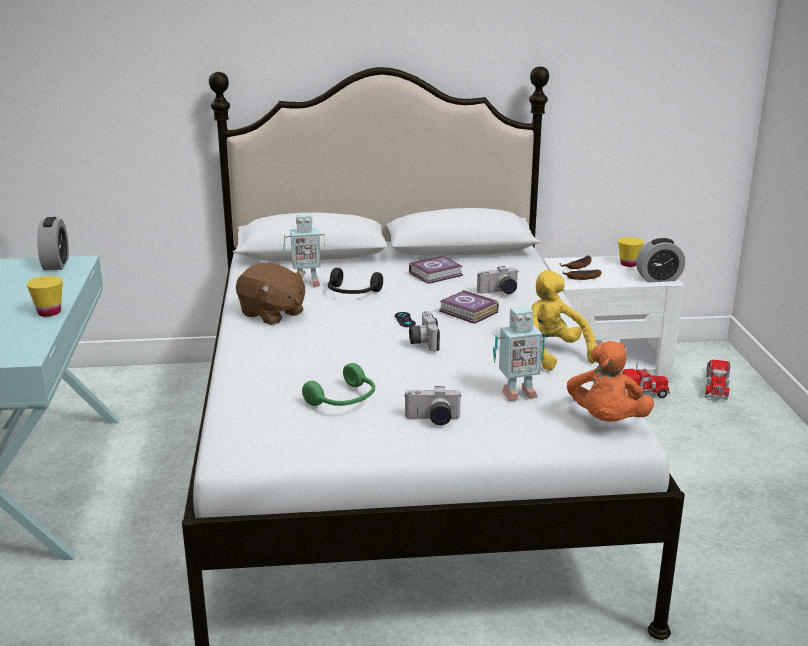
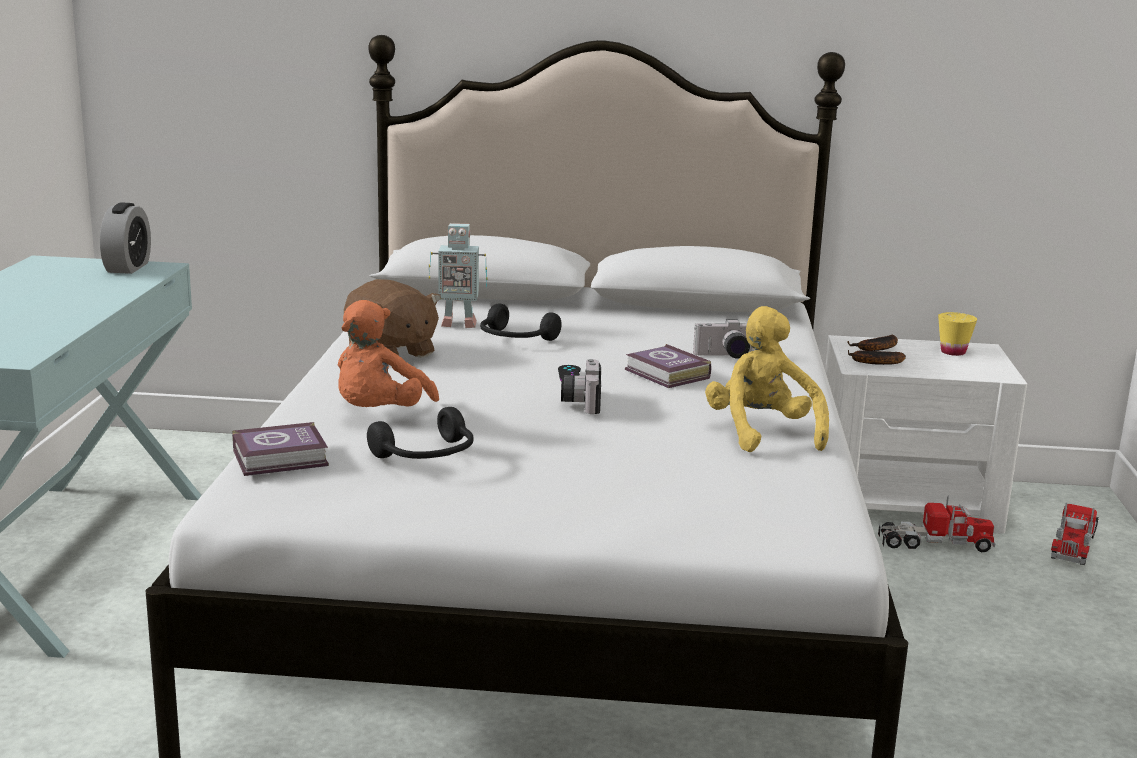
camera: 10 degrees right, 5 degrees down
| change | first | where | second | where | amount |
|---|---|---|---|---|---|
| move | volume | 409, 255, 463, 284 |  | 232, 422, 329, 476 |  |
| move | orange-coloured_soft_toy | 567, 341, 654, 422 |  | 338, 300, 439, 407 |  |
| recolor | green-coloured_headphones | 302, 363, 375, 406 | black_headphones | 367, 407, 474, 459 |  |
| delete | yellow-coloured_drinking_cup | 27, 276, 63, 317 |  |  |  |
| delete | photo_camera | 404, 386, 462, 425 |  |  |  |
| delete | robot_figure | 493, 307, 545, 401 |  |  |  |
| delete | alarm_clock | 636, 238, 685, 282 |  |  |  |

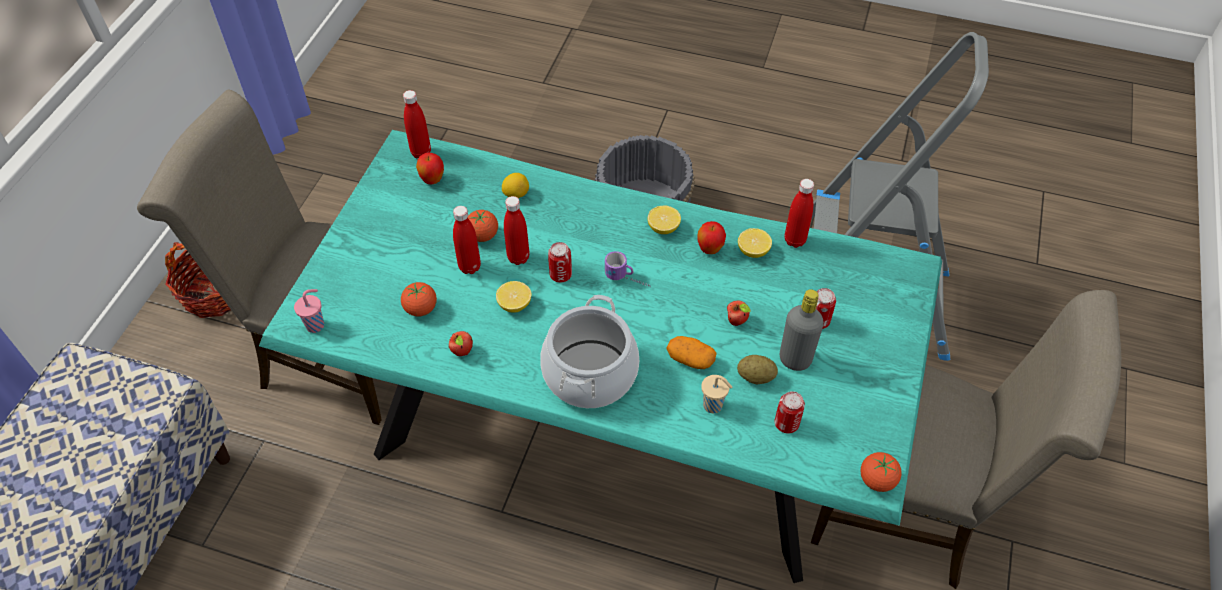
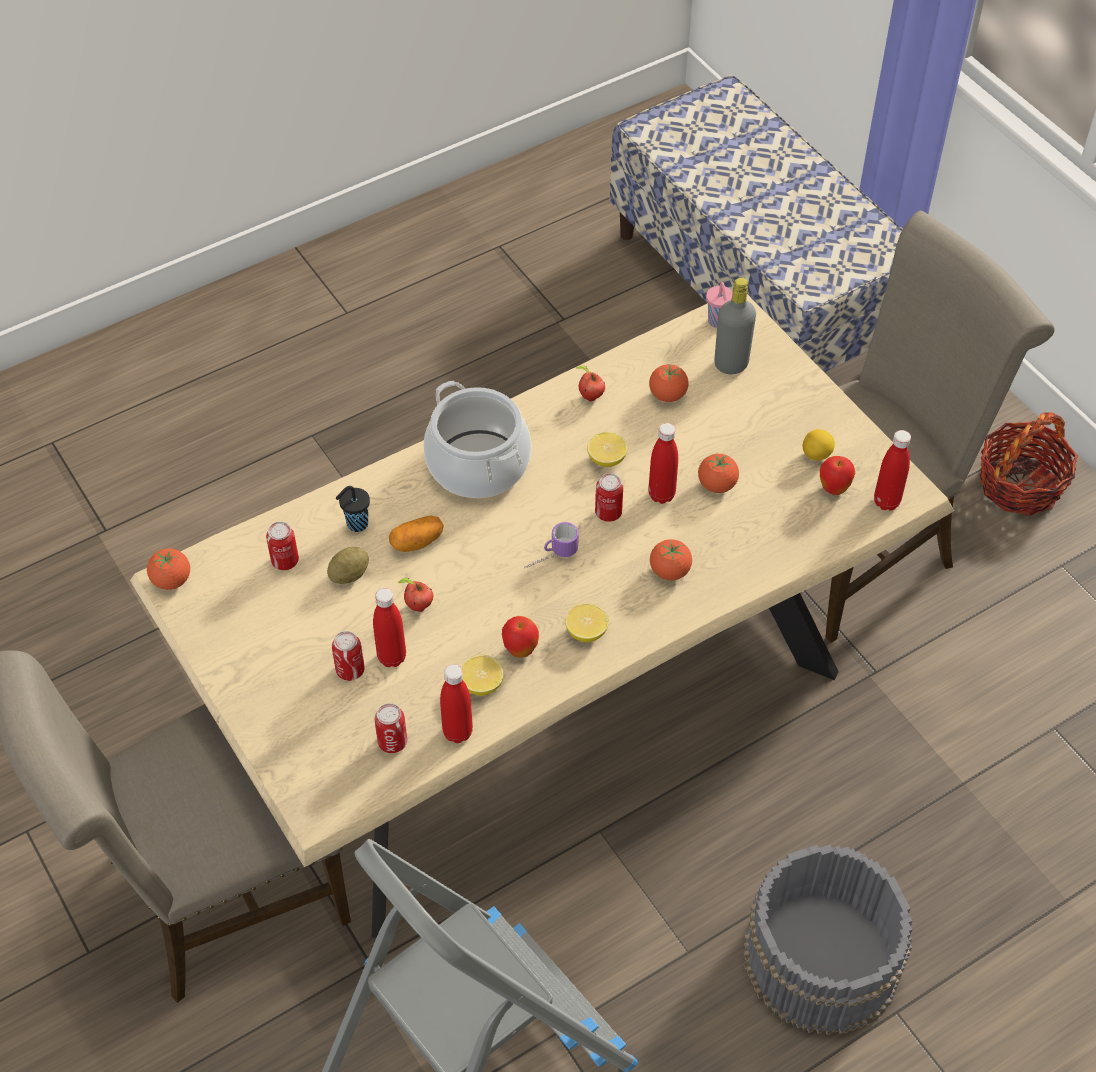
camera: 130 degrees right, 0 degrees up
| change | first | where | second | where | amount |
|---|---|---|---|---|---|
| recolor | turquoise-coloured_dining_table | 259, 130, 942, 583 | beige_dining_table | 130, 294, 954, 938 |  |
| recolor | beige_drinking_cup | 701, 375, 732, 413 | black_drinking_cup | 336, 486, 370, 532 |  |
| move | red-coloured_drink_bottle | 453, 206, 481, 274 |  | 373, 588, 406, 667 |  |
| insert |  |  | sealed_can | 375, 703, 407, 753 |  |
| insert |  |  | fresh_tomato | 650, 539, 692, 581 |  |
| move | grey_drink_bottle | 780, 289, 824, 371 |  | 714, 278, 756, 374 |  |
| move | citrus_fruit | 502, 173, 529, 198 |  | 803, 429, 835, 460 |  |

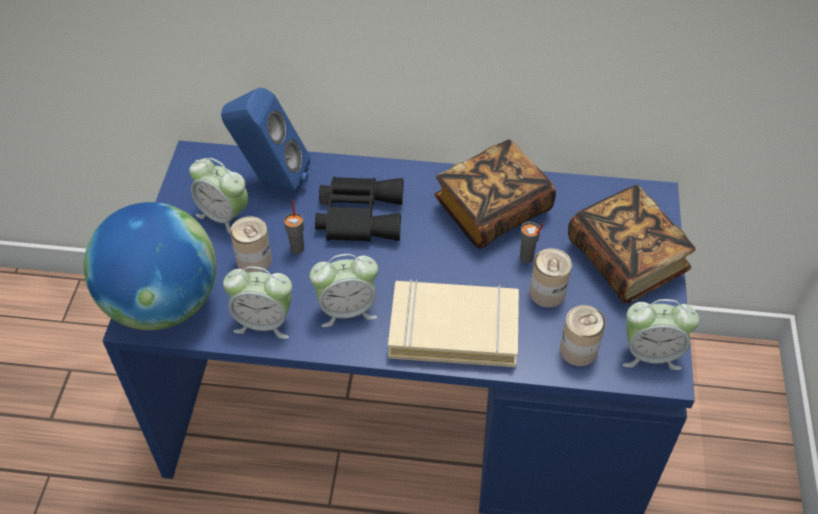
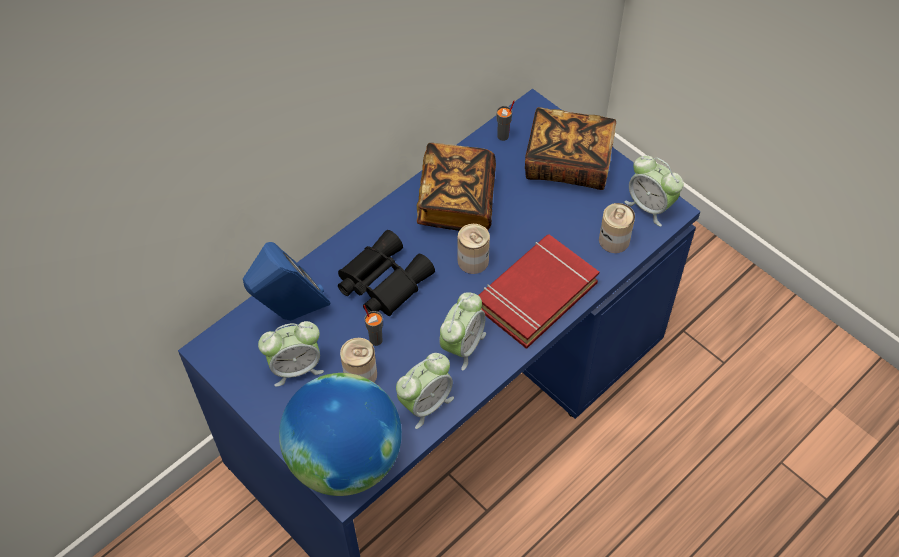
camera: 50 degrees left, 5 degrees up
| change | first | where | second | where | amount |
|---|---|---|---|---|---|
| move | sealed_can | 529, 248, 572, 308 |  | 458, 224, 490, 274 |  |
| recolor | beige_volume | 388, 279, 519, 367 | red-coloured_volume | 478, 235, 599, 349 |  |
| move | grey_drinking_cup | 520, 222, 544, 263 |  | 496, 101, 515, 141 |  |
| rotate | alarm_clock | 623, 299, 699, 370 |  | 624, 156, 684, 226 | 90 degrees clockwise |

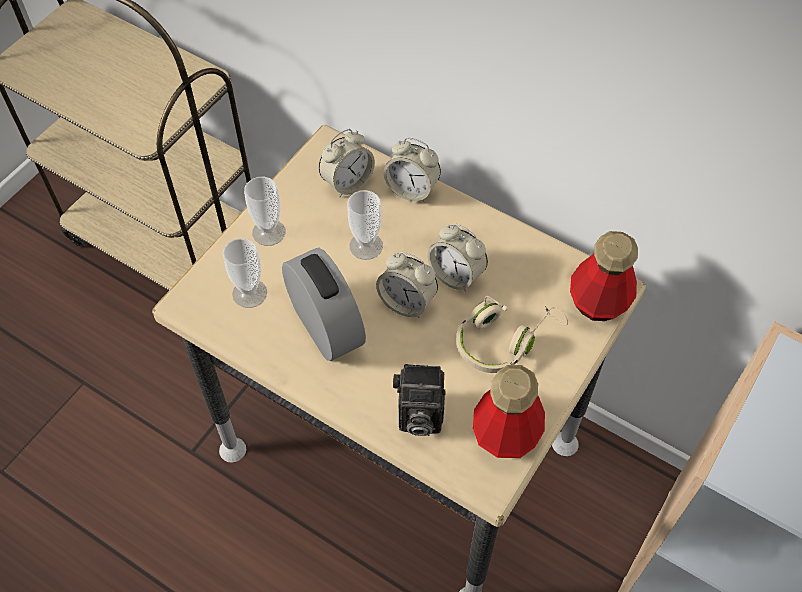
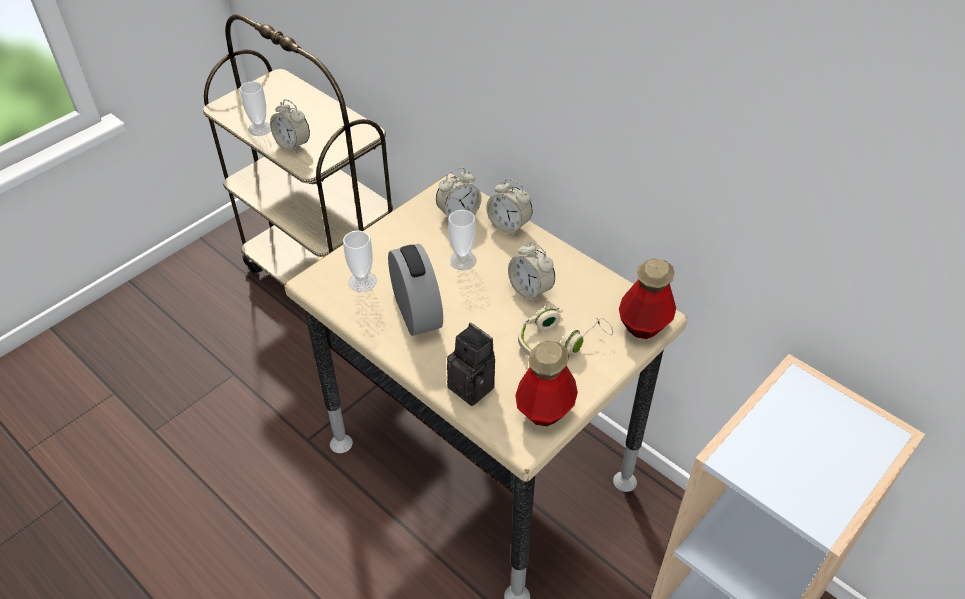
camera: 10 degrees right, 10 degrees down
| change | first | where | second | where | amount |
|---|---|---|---|---|---|
| move | drinking_cup | 244, 177, 285, 246 |  | 240, 81, 271, 136 |  |
| move | alarm_clock | 376, 252, 438, 318 |  | 270, 99, 310, 153 |  |
| rotate | photo_camera | 393, 364, 446, 436 |  | 447, 323, 495, 406 | 150 degrees counterclockwise |

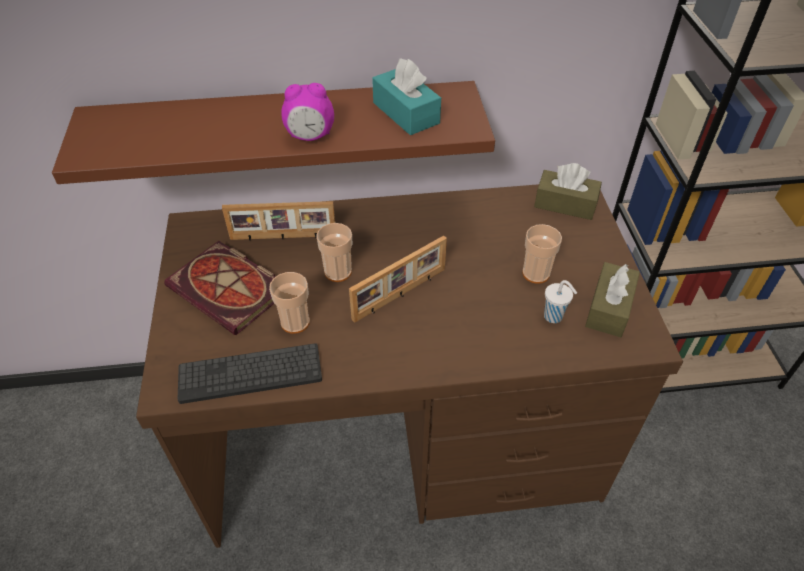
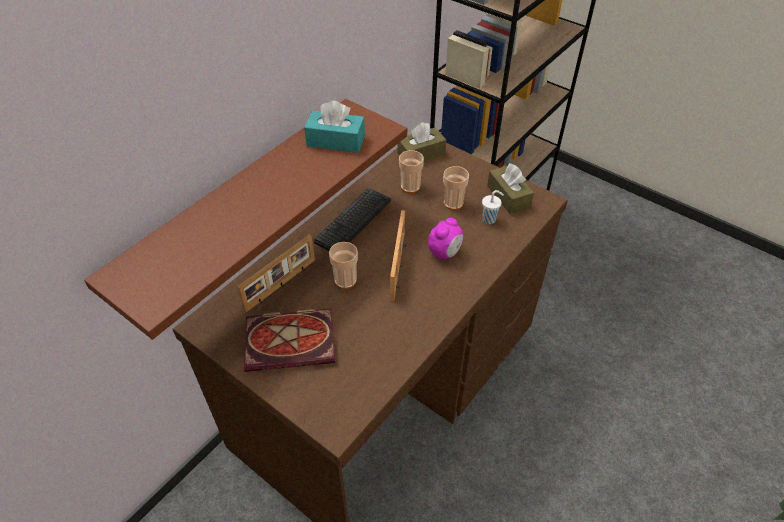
camera: 45 degrees left, 0 degrees up
| change | first | where | second | where | amount |
|---|---|---|---|---|---|
| move | PC_keyboard | 178, 343, 322, 404 |  | 313, 188, 391, 251 |  |
| move | drinking_cup | 269, 272, 310, 334 |  | 399, 150, 424, 193 |  |
| move | alarm_clock | 281, 83, 334, 141 |  | 428, 218, 463, 260 |  |

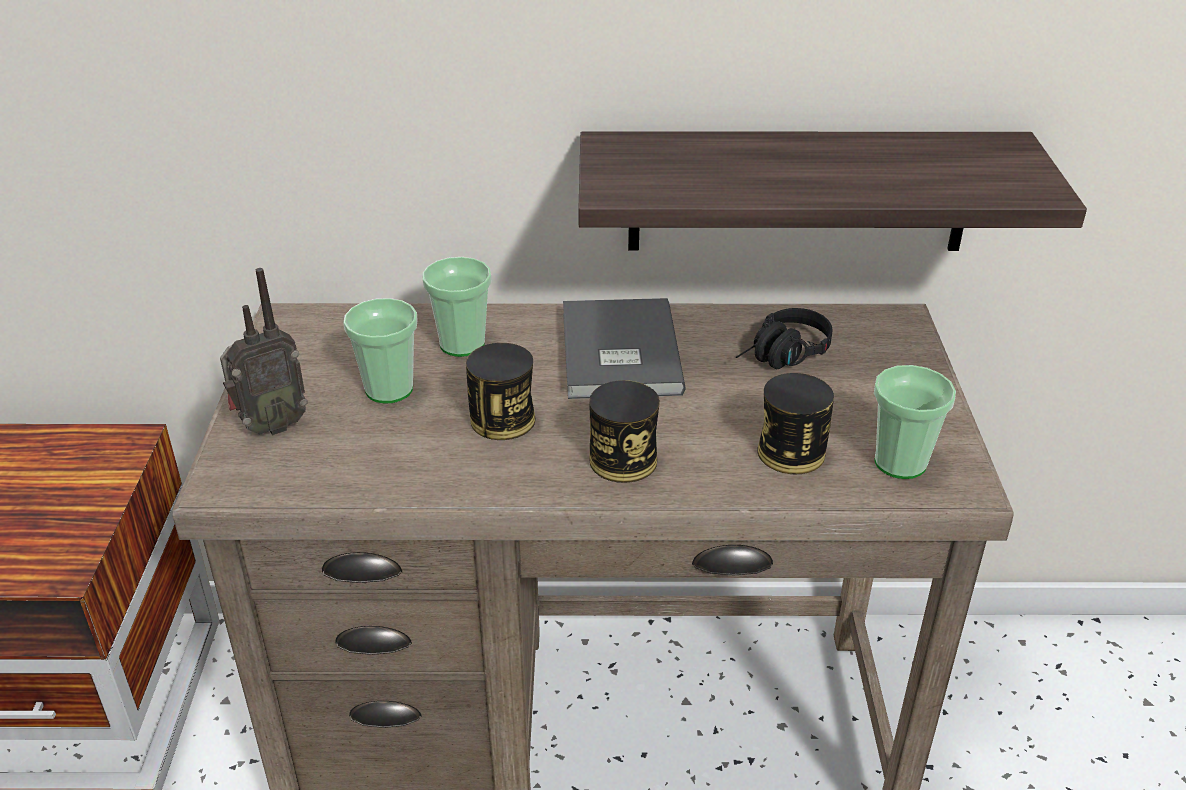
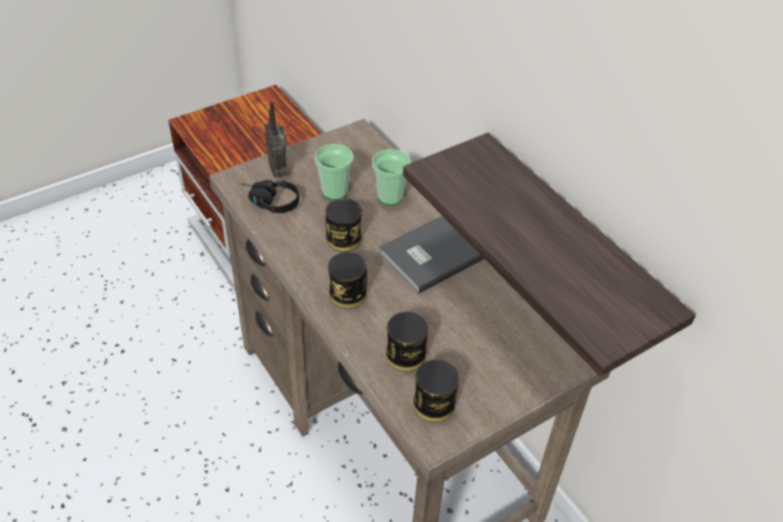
camera: 55 degrees right, 10 degrees up
| change | first | where | second | where | amount |
|---|---|---|---|---|---|
| move | black_headphones | 736, 308, 833, 369 |  | 241, 180, 299, 213 |  |
| rotate | radio_receiver | 220, 268, 308, 435 |  | 265, 101, 291, 177 | 45 degrees clockwise |
| replace | drinking_cup | 874, 365, 956, 479 | sealed_can | 413, 360, 459, 422 |  |

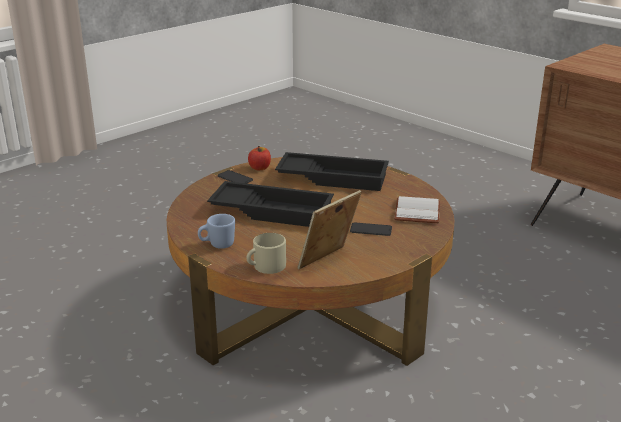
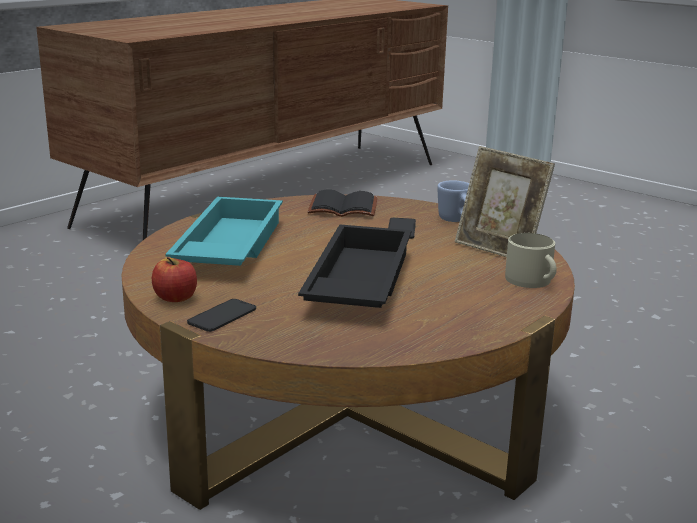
camera: 95 degrees left, 5 degrees down
| change | first | where | second | where | amount |
|---|---|---|---|---|---|
| recolor | black_tray | 275, 152, 389, 191 | turquoise-coloured_tray | 165, 197, 283, 266 |  |
| recolor | white_volume | 394, 196, 440, 223 | black_volume | 308, 189, 377, 217 |  |
| move | blue_mug | 198, 214, 235, 249 |  | 437, 180, 469, 222 |  |

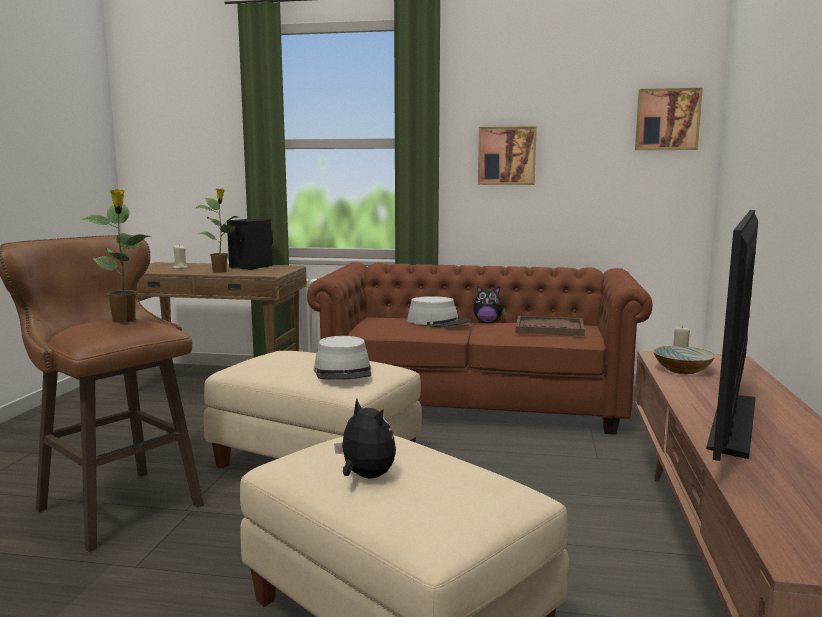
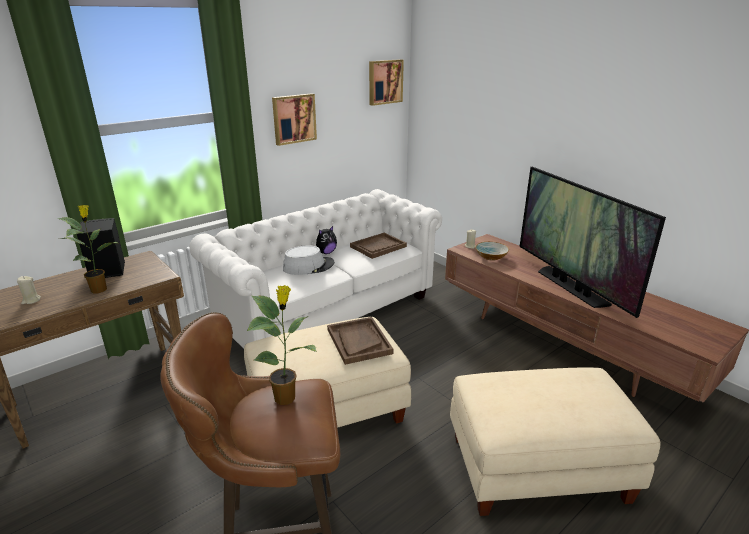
camera: 50 degrees left, 15 degrees up
| change | first | where | second | where | amount |
|---|---|---|---|---|---|
| recolor | brown-coloured_sofa | 307, 262, 652, 435 | white_sofa | 189, 189, 442, 349 |  |
| replace | grey_hat | 314, 336, 372, 380 | brown-coloured_tray | 327, 317, 393, 365 |  |
| delete | soft_toy | 334, 398, 396, 478 |  |  |  |

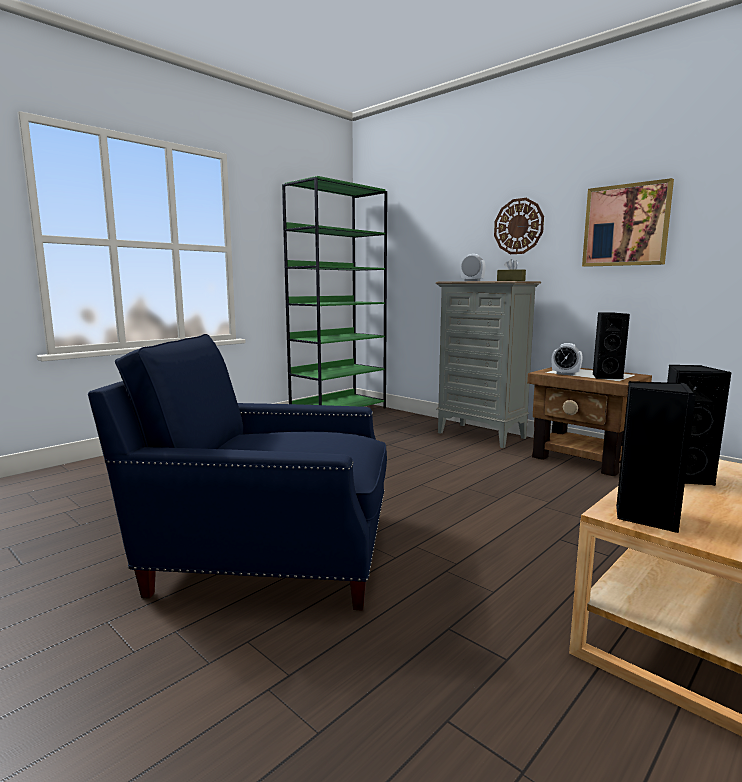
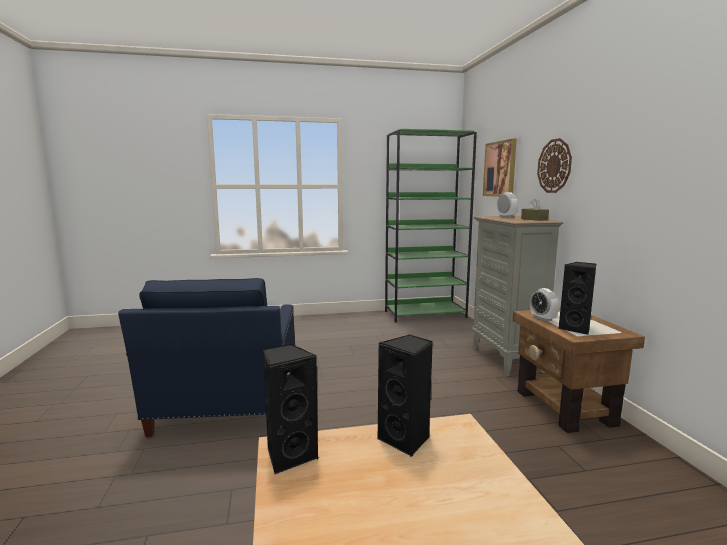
camera: 35 degrees right, 0 degrees up
| change | first | where | second | where | amount |
|---|---|---|---|---|---|
| rotate | blue_easy_chair | 88, 334, 387, 611 |  | 118, 278, 295, 437 | 135 degrees counterclockwise |
| move | wall_picture | 582, 178, 674, 267 |  | 483, 139, 517, 197 |  |

